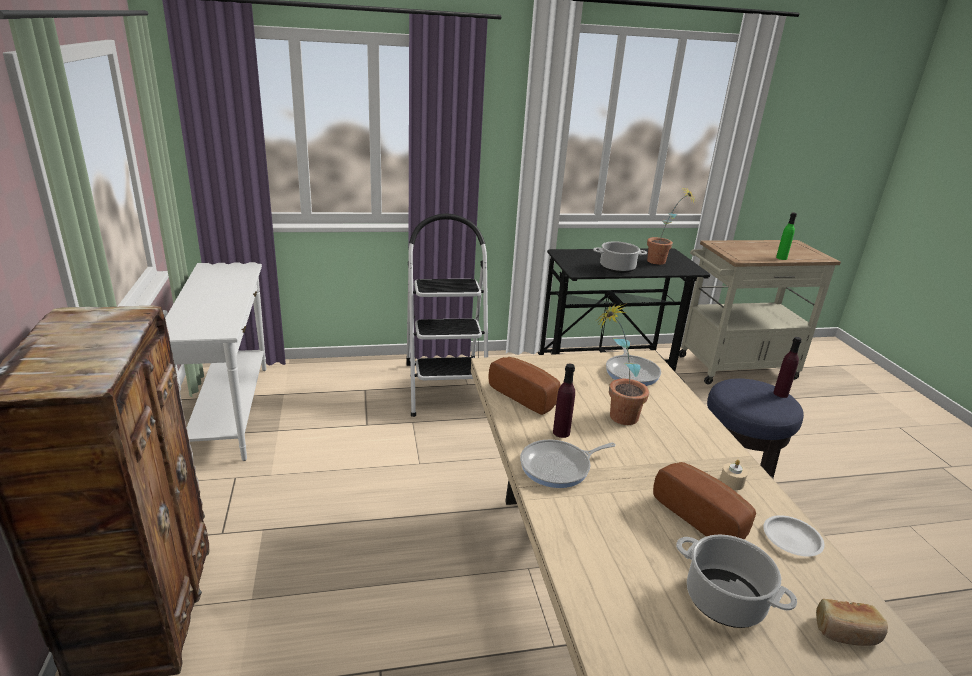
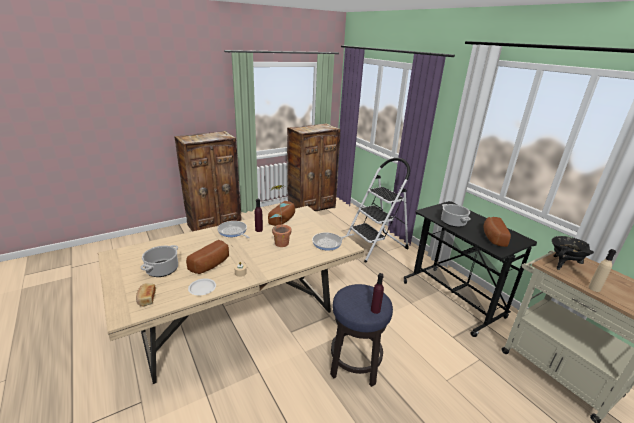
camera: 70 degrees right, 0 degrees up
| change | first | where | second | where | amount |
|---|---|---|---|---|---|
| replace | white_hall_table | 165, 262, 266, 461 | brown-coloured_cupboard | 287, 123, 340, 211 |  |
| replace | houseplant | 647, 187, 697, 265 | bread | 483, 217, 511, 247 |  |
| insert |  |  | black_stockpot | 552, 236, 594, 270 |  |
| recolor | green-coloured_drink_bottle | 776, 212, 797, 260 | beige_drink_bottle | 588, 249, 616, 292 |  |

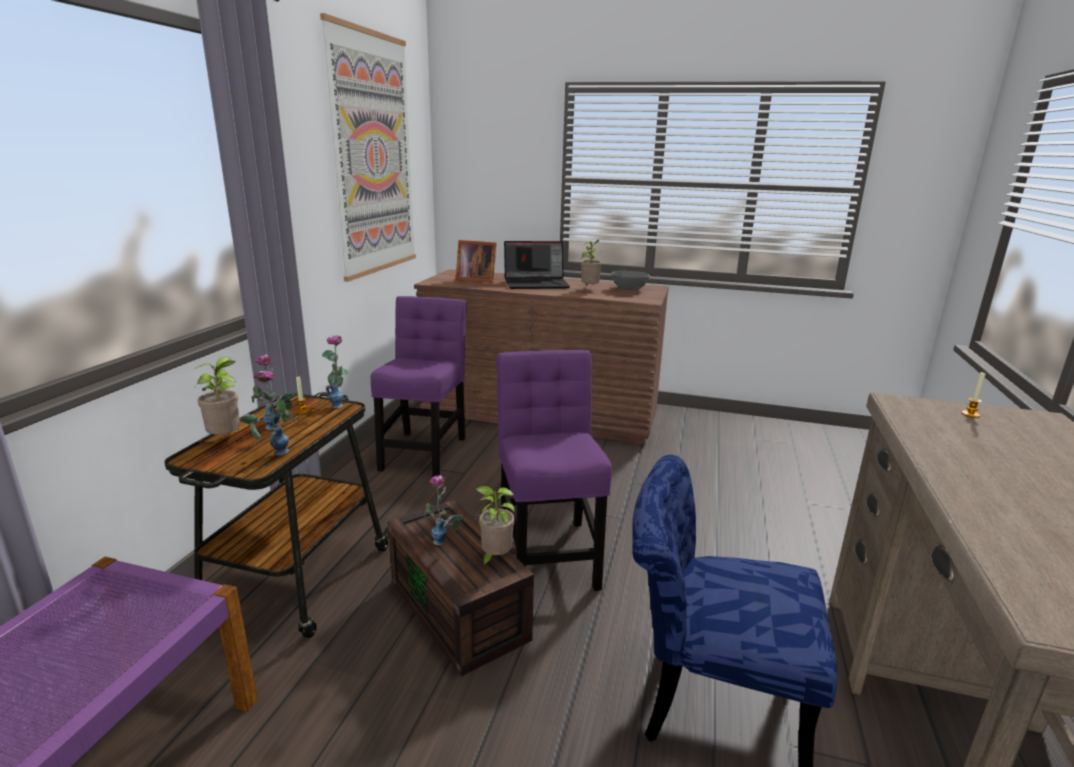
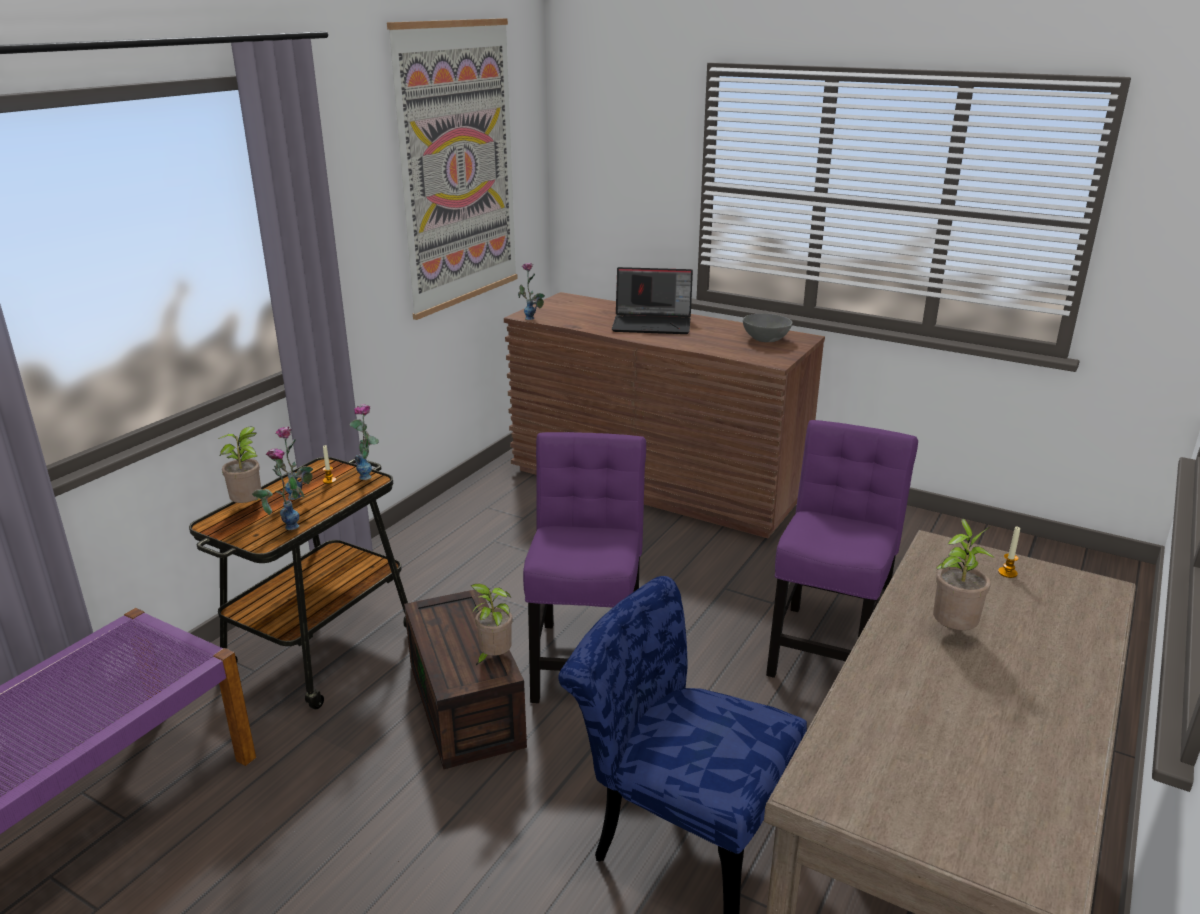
camera: 15 degrees right, 5 degrees up
| change | first | where | second | where | amount |
|---|---|---|---|---|---|
| move | flower_vase | 423, 475, 464, 545 |  | 518, 263, 545, 320 |  |
| move | purplish_upright_chair | 371, 296, 467, 477 |  | 766, 420, 918, 678 |  |
| move | houseplant | 580, 240, 602, 286 |  | 933, 519, 994, 630 |  |
| delete | standing_frame | 455, 240, 497, 283 |  |  |  |

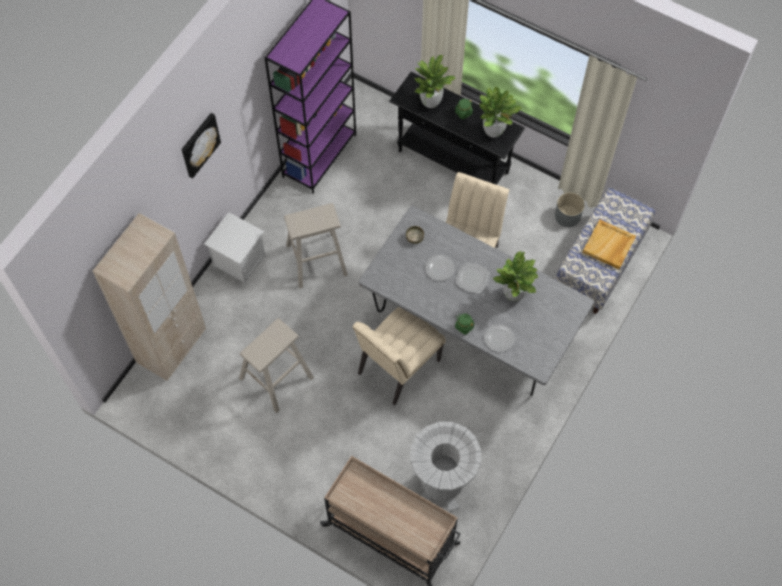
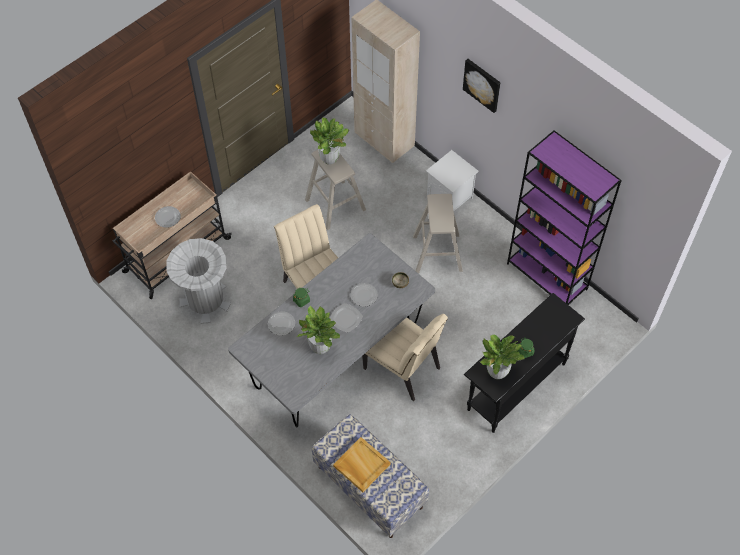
camera: 105 degrees right, 5 degrees down
| change | first | where | second | where | amount |
|---|---|---|---|---|---|
| insert |  |  | plate | 155, 206, 181, 228 |  |
| move | houseplant | 414, 55, 456, 108 |  | 310, 118, 349, 165 |  |
| delete | grey_plant_pot | 555, 192, 585, 227 |  |  |  |

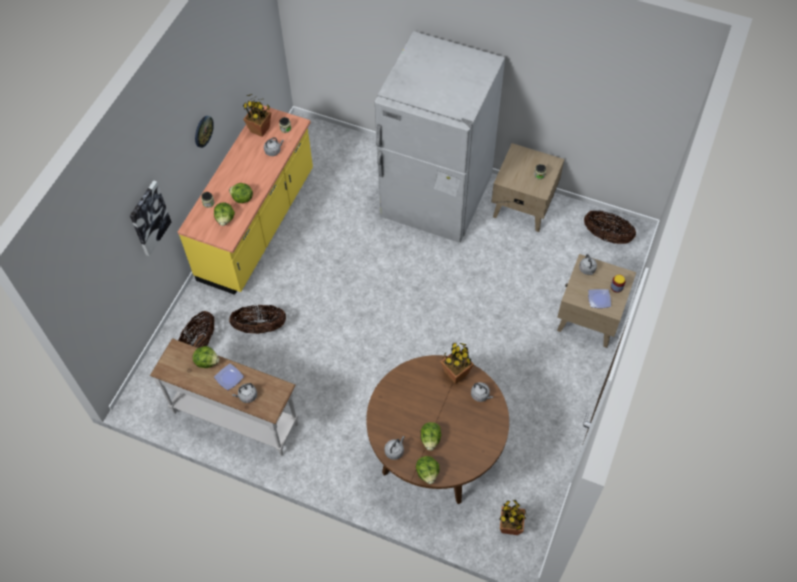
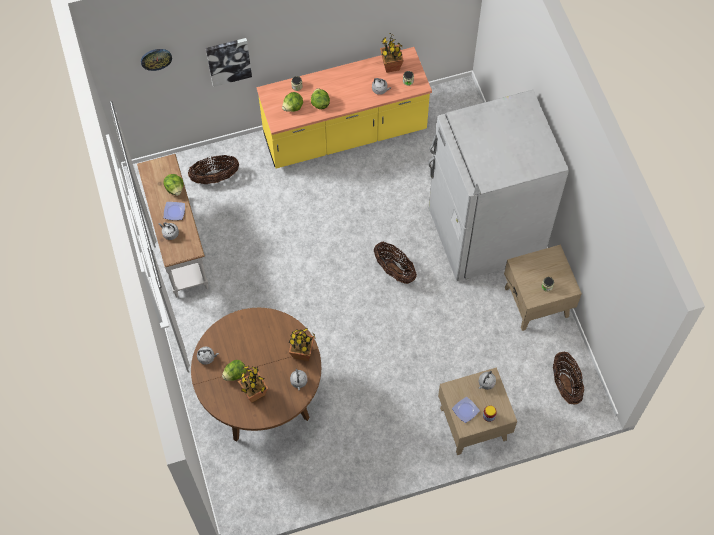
camera: 50 degrees right, 5 degrees up
| change | first | where | second | where | amount |
|---|---|---|---|---|---|
| move | wall_clock | 195, 116, 214, 148 |  | 141, 49, 172, 71 |  |
| move | houseplant | 499, 500, 527, 535 |  | 238, 366, 268, 402 |  |
| move | storage_basket | 229, 305, 286, 334 |  | 374, 242, 417, 284 |  |
| delete | lettuce_head | 416, 456, 440, 484 |  |  |  |

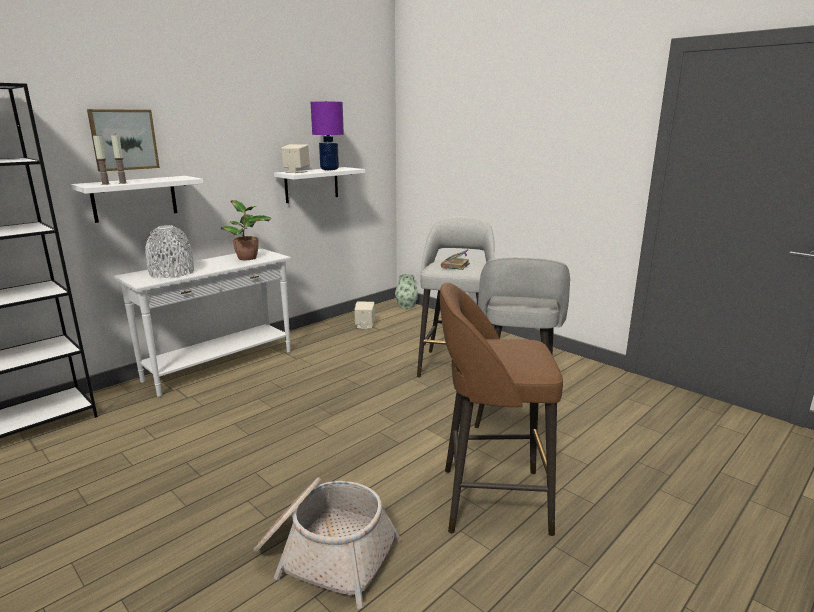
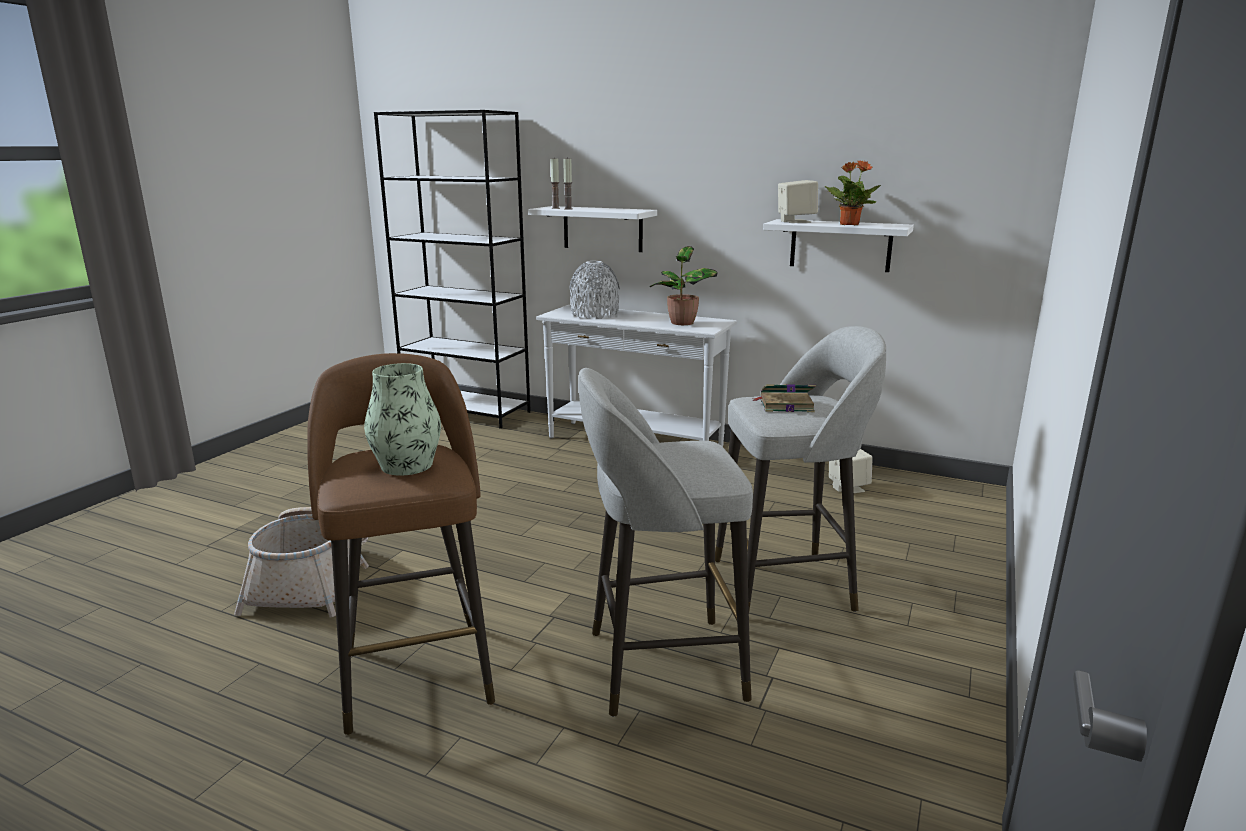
camera: 70 degrees right, 0 degrees up
| change | first | where | second | where | amount |
|---|---|---|---|---|---|
| move | flower_vase | 395, 274, 418, 309 |  | 364, 363, 441, 476 |  |
| replace | purplish_table_lamp | 311, 101, 344, 171 | houseplant | 825, 160, 881, 225 |  |
| delete | wall_picture | 87, 109, 160, 171 |  |  |  |

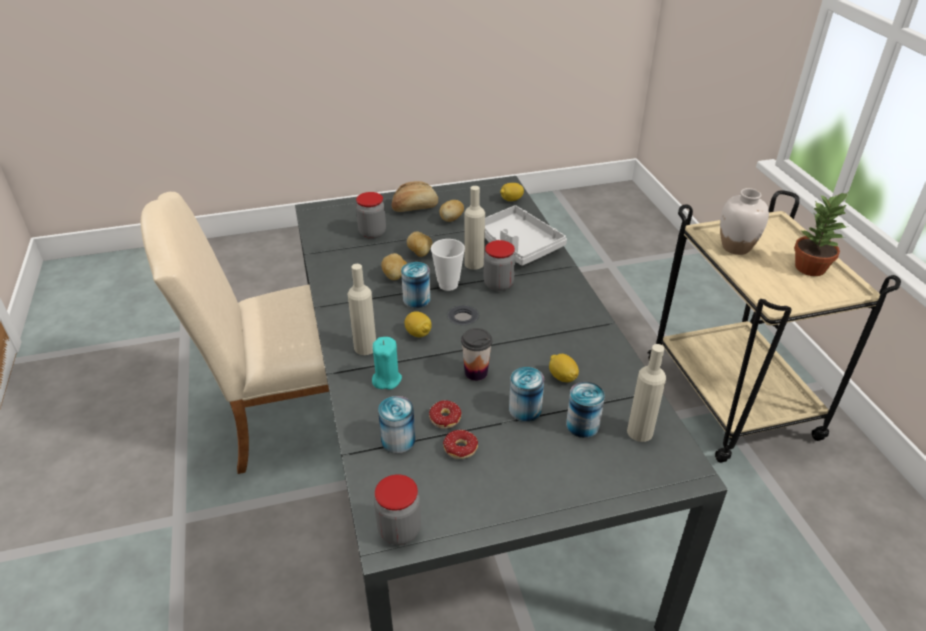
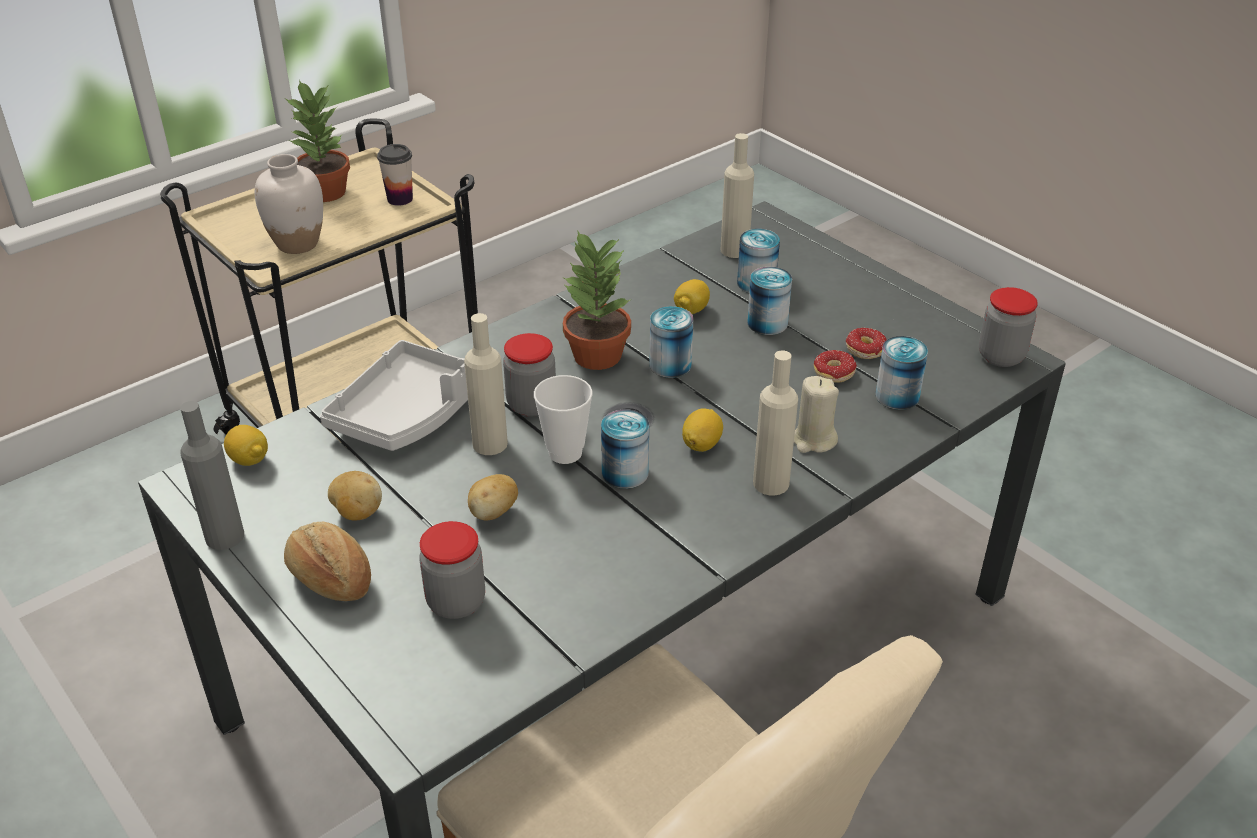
camera: 115 degrees left, 0 degrees up
| change | first | where | second | where | amount |
|---|---|---|---|---|---|
| insert |  |  | grey_drink_bottle | 180, 401, 244, 550 |  |
| move | drinking_cup | 461, 328, 492, 381 |  | 377, 144, 413, 206 |  |
| insert |  |  | houseplant | 563, 230, 632, 370 |  |
| insert |  |  | sealed_can | 649, 306, 693, 378 |  |
| recolor | turquoise-coloured_wax_candle | 372, 337, 402, 390 | beige_wax_candle | 794, 376, 839, 453 |  |
| delete | potato | 381, 253, 407, 280 |  |  |  |

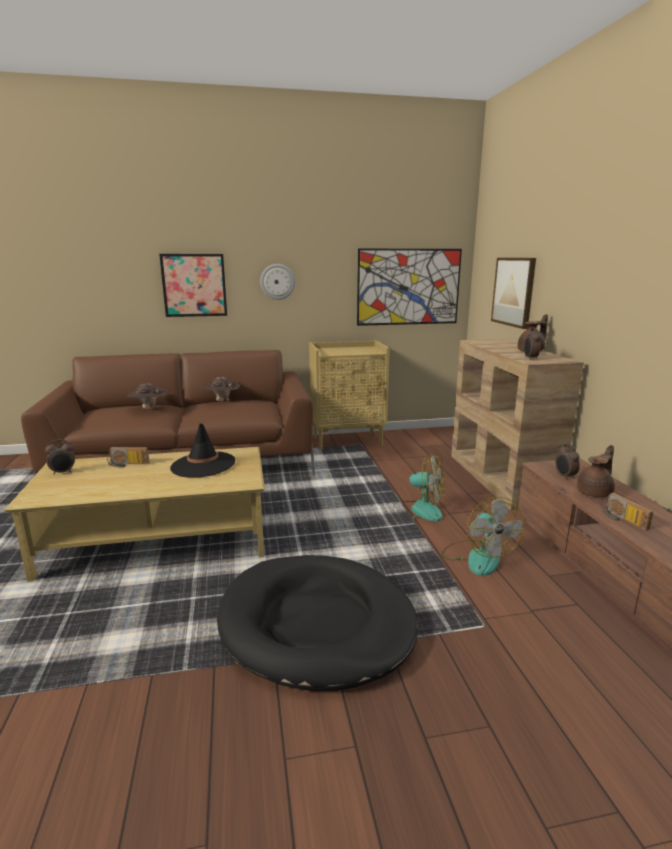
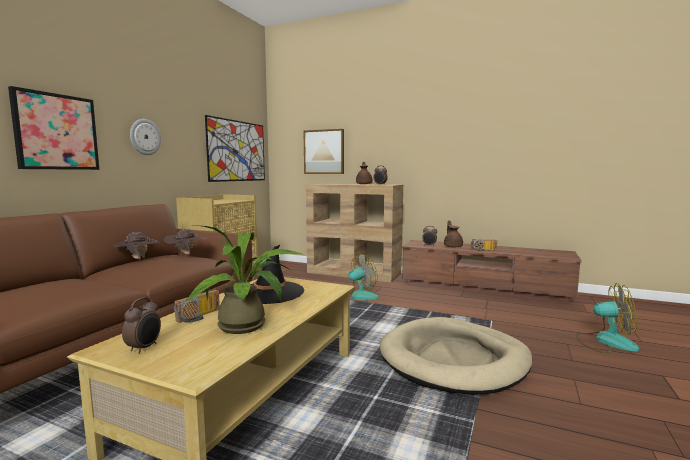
camera: 55 degrees left, 10 degrees down
| change | first | where | second | where | amount |
|---|---|---|---|---|---|
| move | brown-coloured_hat | 126, 383, 167, 409 |  | 163, 229, 204, 255 |  |
| insert |  |  | houseplant | 185, 225, 303, 334 |  |
| recolor | black_dog_bed | 217, 555, 418, 691 | beige_dog_bed | 380, 317, 533, 394 |  |
| move | cooling_fan | 442, 497, 524, 576 |  | 575, 283, 639, 353 |  |

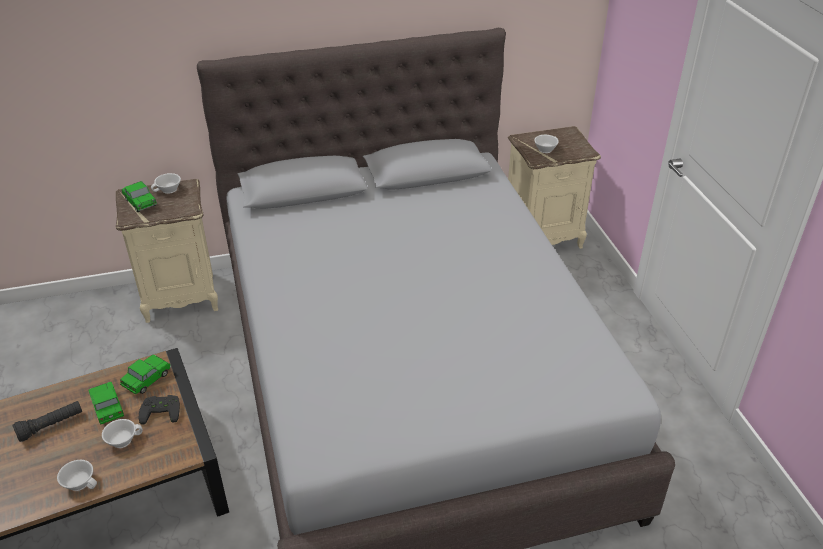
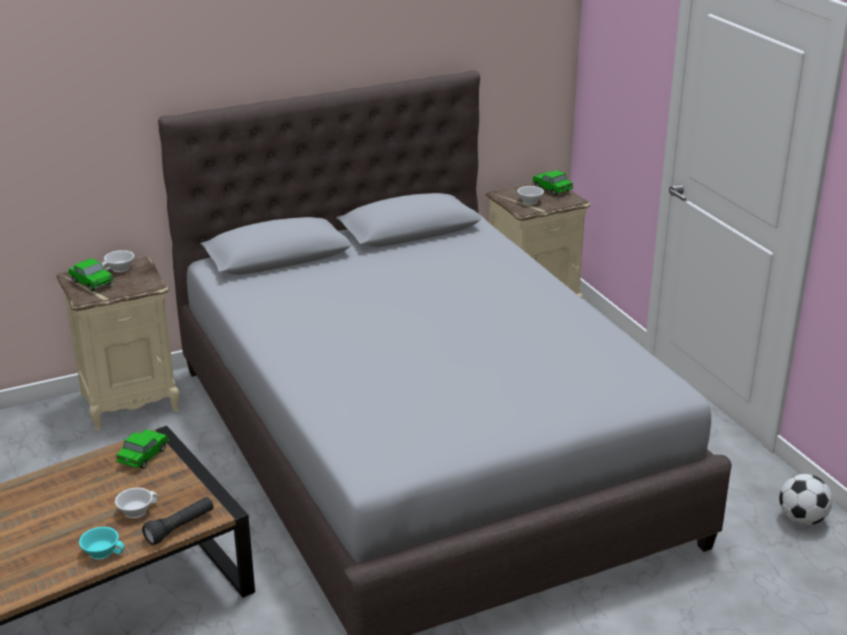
camera: 10 degrees left, 10 degrees down
| change | first | where | second | where | amount |
|---|---|---|---|---|---|
| recolor | white_drinking_cup | 57, 460, 97, 491 | turquoise-coloured_drinking_cup | 79, 527, 125, 559 |  |
| move | black_flashlight | 12, 401, 82, 442 |  | 142, 497, 213, 545 |  |
| move | miniature_car | 88, 382, 124, 424 |  | 532, 170, 573, 196 |  |
| insert |  |  | football | 779, 474, 833, 525 |  |
| delete | black_gamepad | 138, 395, 180, 425 |  |  |  |

